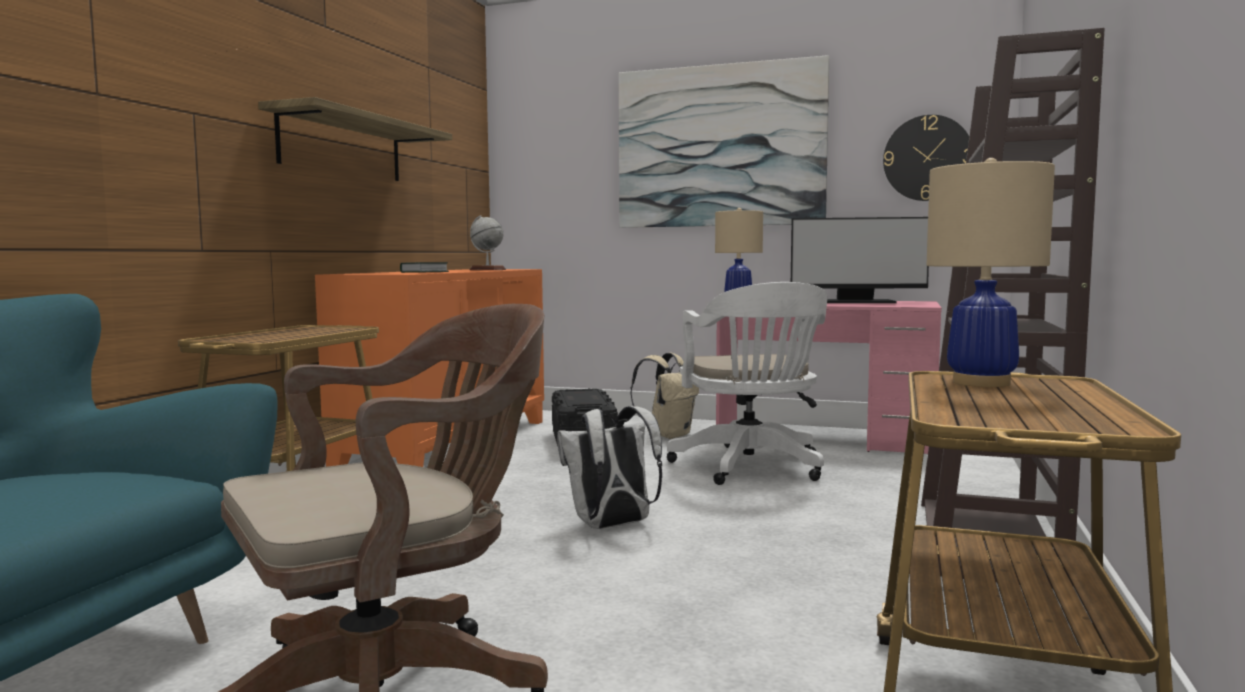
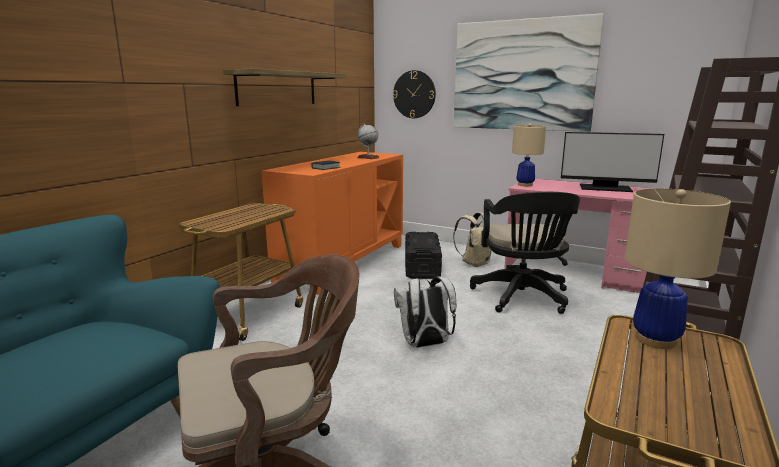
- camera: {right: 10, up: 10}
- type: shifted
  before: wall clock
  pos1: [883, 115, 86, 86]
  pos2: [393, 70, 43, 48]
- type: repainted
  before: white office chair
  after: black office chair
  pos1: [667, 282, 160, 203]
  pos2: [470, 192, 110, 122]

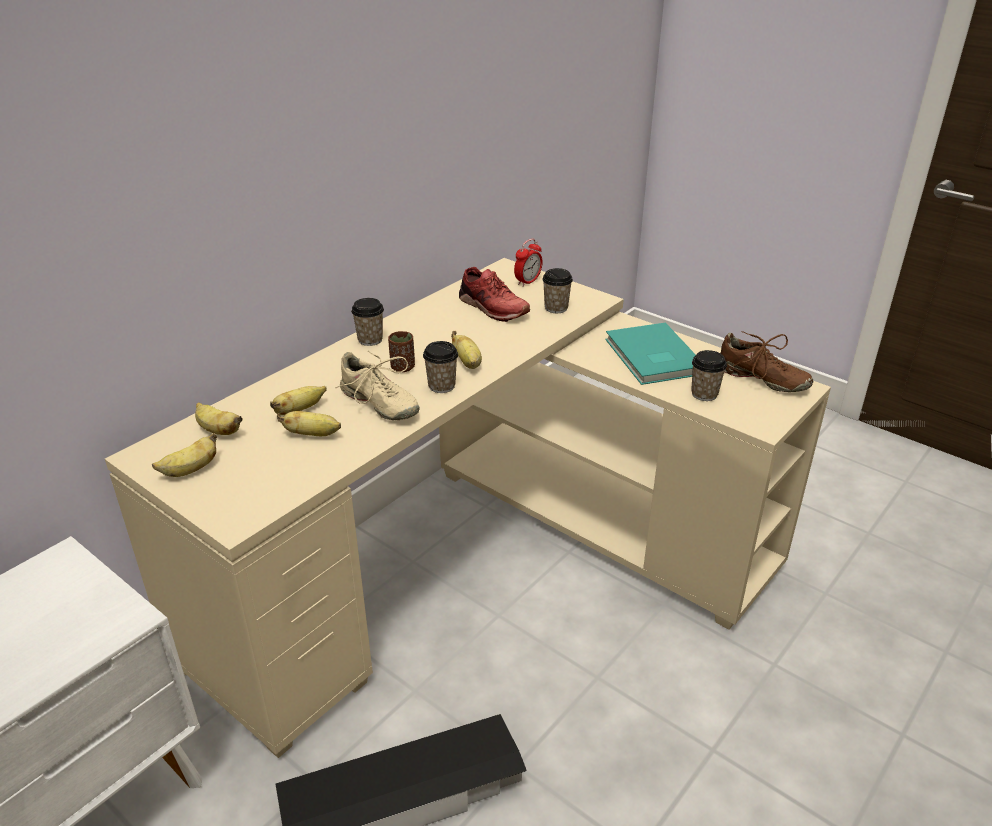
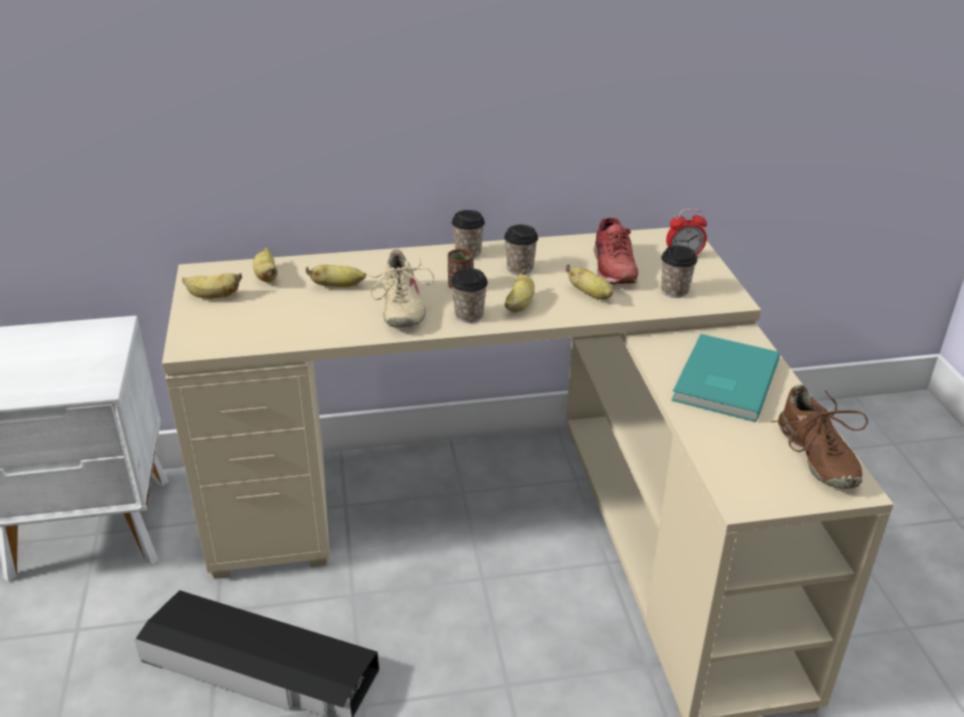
- camera: {right: 40, up: 0}
- type: shifted
  before: cup
  pos1: [691, 350, 36, 51]
  pos2: [504, 225, 34, 50]
- type: shifted
  before: banana
  pos1: [277, 411, 64, 25]
  pos2: [566, 264, 47, 36]

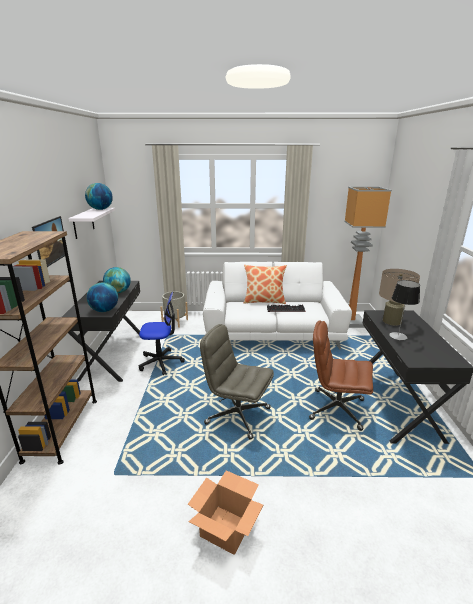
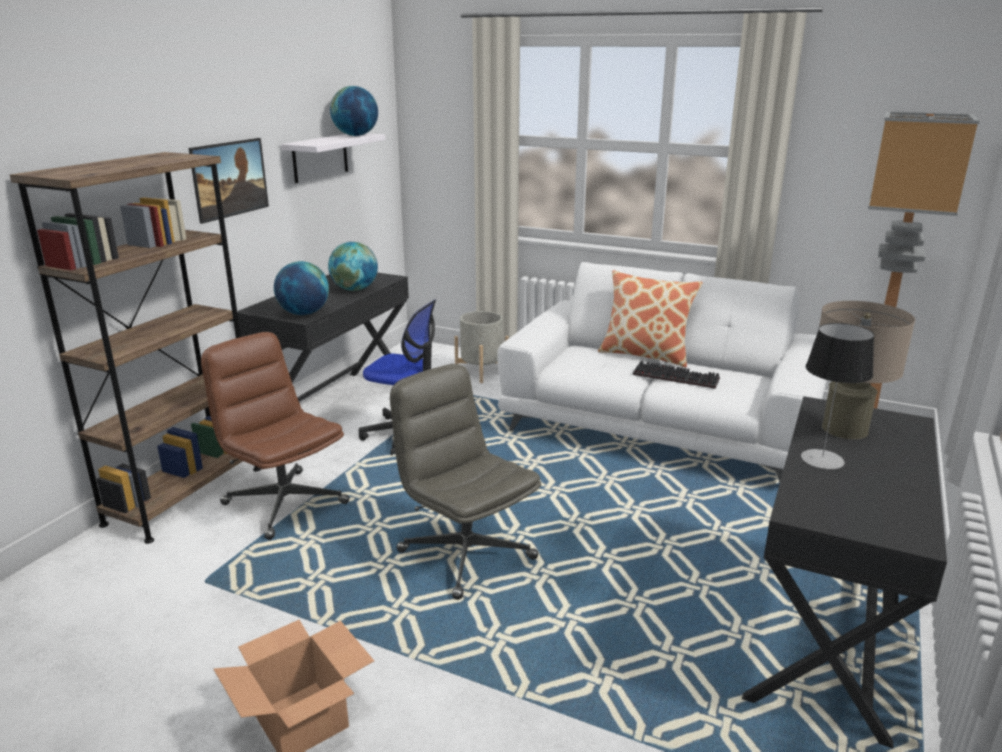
- camera: {right: 25, up: 0}
- type: shifted
  before: brown office chair
  pos1: [309, 321, 64, 110]
  pos2: [201, 332, 148, 208]

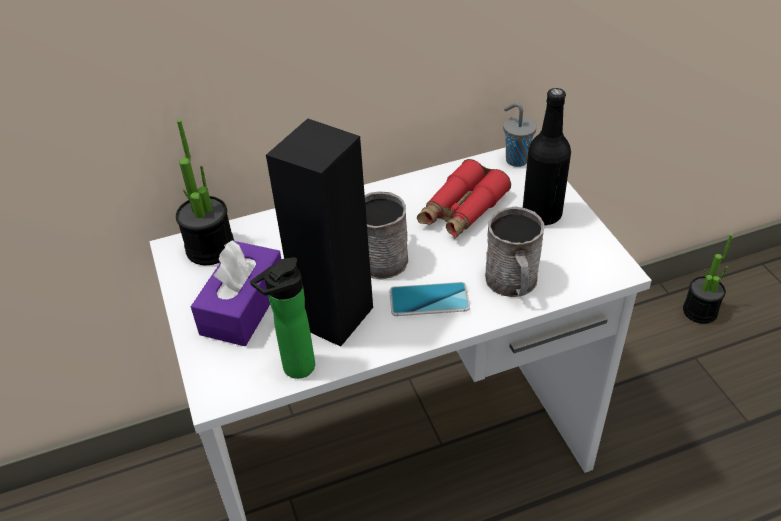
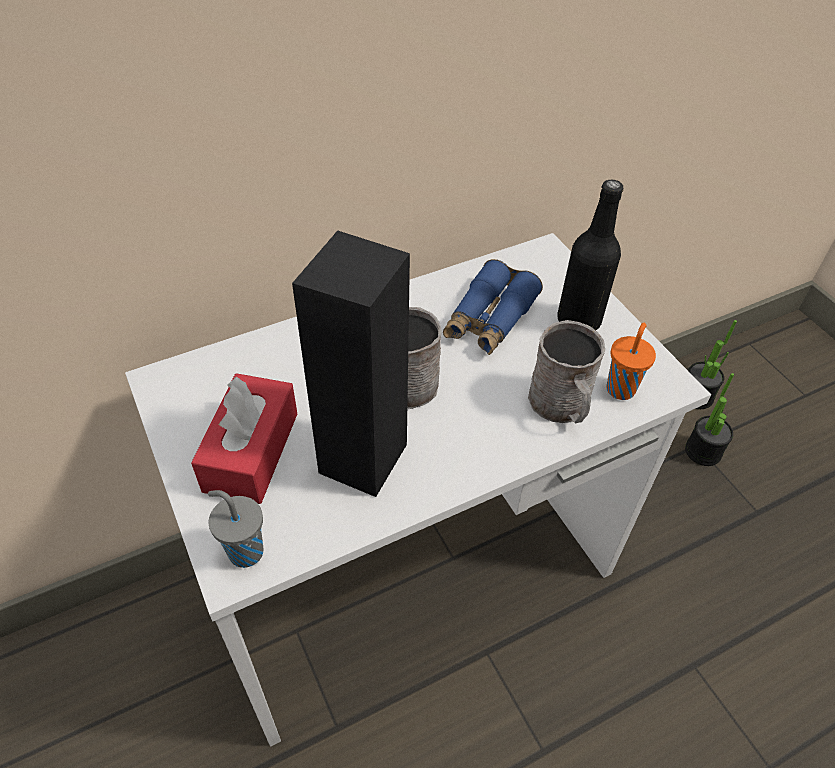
- camera: {right: -10, up: 5}
- type: shifted
  before: grey cup
  pos1: [503, 103, 34, 64]
  pos2: [208, 490, 55, 78]
- type: shifted
  before: potted plant
  pos1: [176, 120, 59, 145]
  pos2: [685, 373, 49, 93]
- type: repainted
  before: red binoculars
  after: blue binoculars
  pos1: [417, 159, 94, 79]
  pos2: [443, 259, 100, 96]
- type: repainted
  before: purple tissue box
  after: red tissue box
  pos1: [191, 240, 90, 106]
  pos2: [191, 373, 106, 131]
- type: gone
  before: bottle
  pos1: [250, 257, 65, 122]
- type: gone
  before: phone
  pos1: [389, 282, 81, 34]
- type: new
  after: orange cup
  pos2: [606, 323, 50, 77]

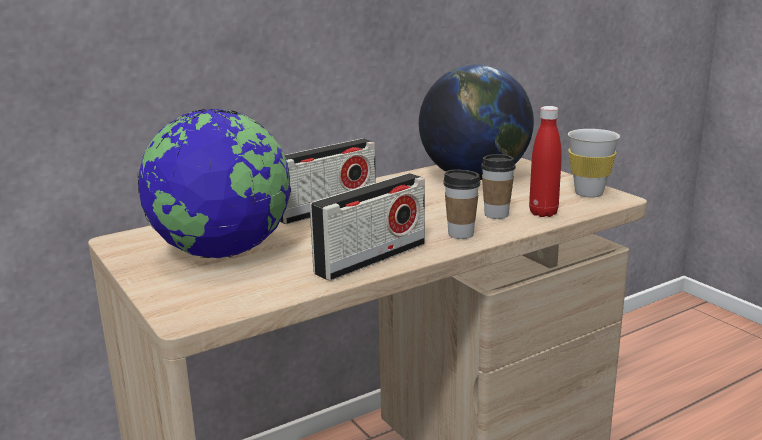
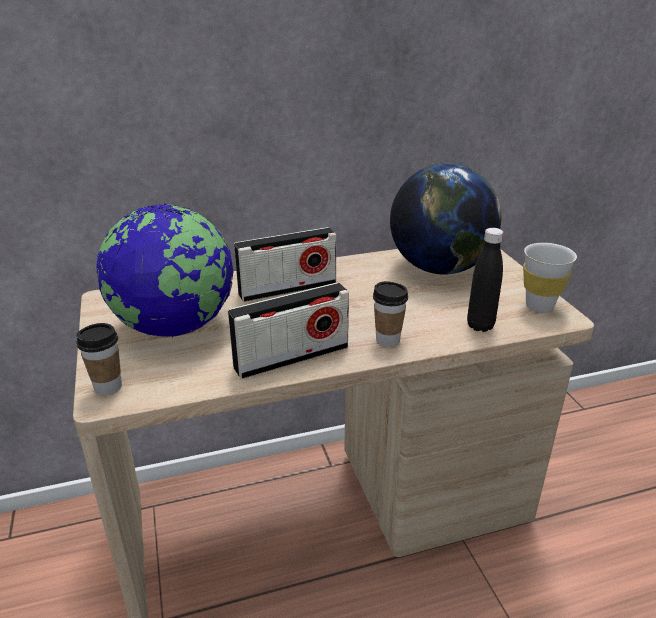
- camera: {right: 15, up: 10}
- type: repainted
  before: red bottle
  after: black bottle
  pos1: [529, 106, 33, 111]
  pos2: [467, 228, 36, 104]
- type: shifted
  before: cup
  pos1: [481, 154, 35, 65]
  pos2: [77, 323, 45, 72]

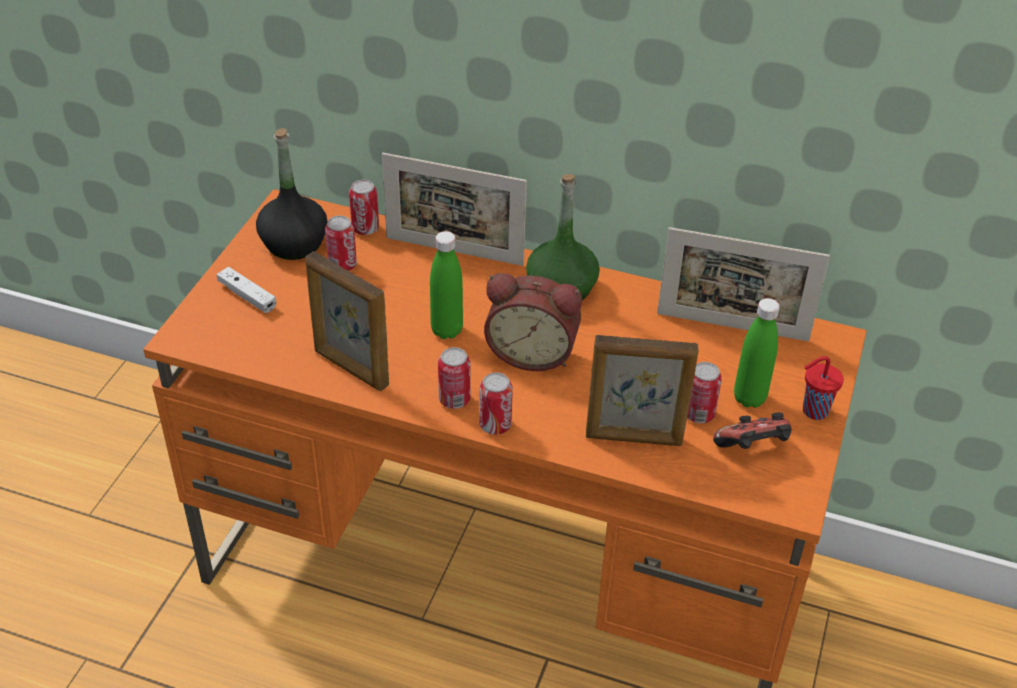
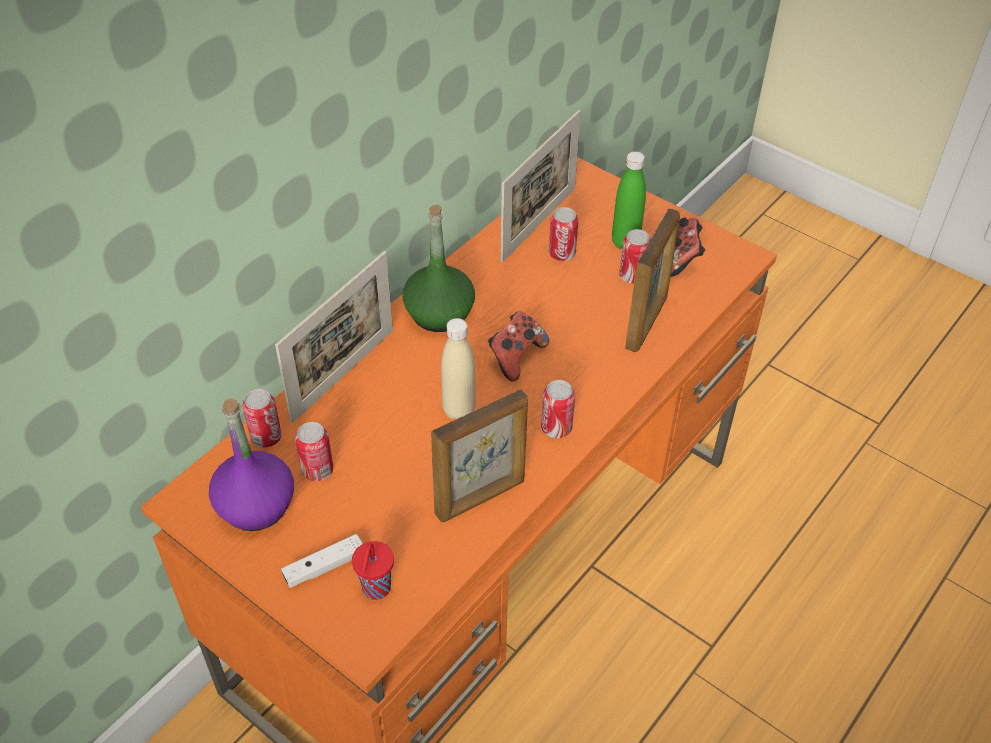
- camera: {right: -70, up: 5}
- type: repainted
  before: black bottle
  after: purple bottle
  pos1: [256, 128, 72, 132]
  pos2: [209, 398, 85, 133]
- type: repainted
  before: green bottle
  after: beige bottle
  pos1: [430, 231, 33, 108]
  pos2: [441, 318, 34, 101]
- type: swapped
  before: alarm clock
  after: game controller
  pos1: [484, 273, 98, 98]
  pos2: [488, 311, 61, 70]
- type: shifted
  before: red cup
  pos1: [803, 356, 41, 64]
  pos2: [352, 541, 42, 59]
- type: shifted
  before: can
  pos1: [479, 372, 34, 63]
  pos2: [549, 207, 29, 54]

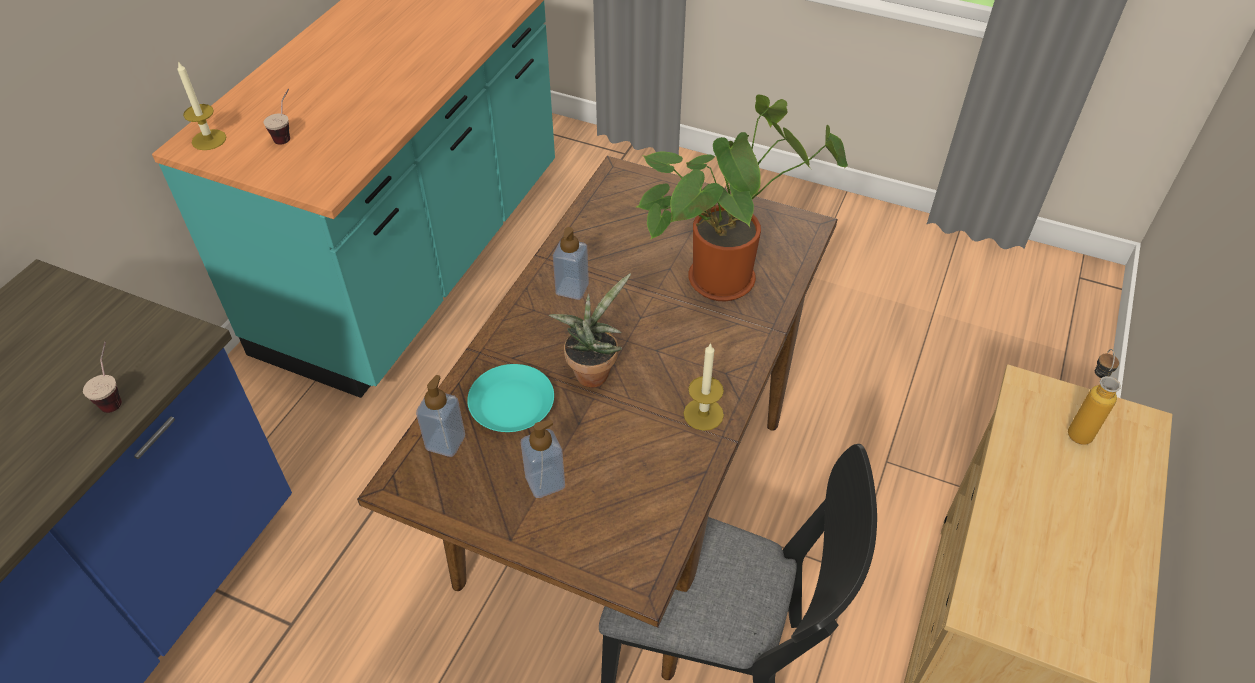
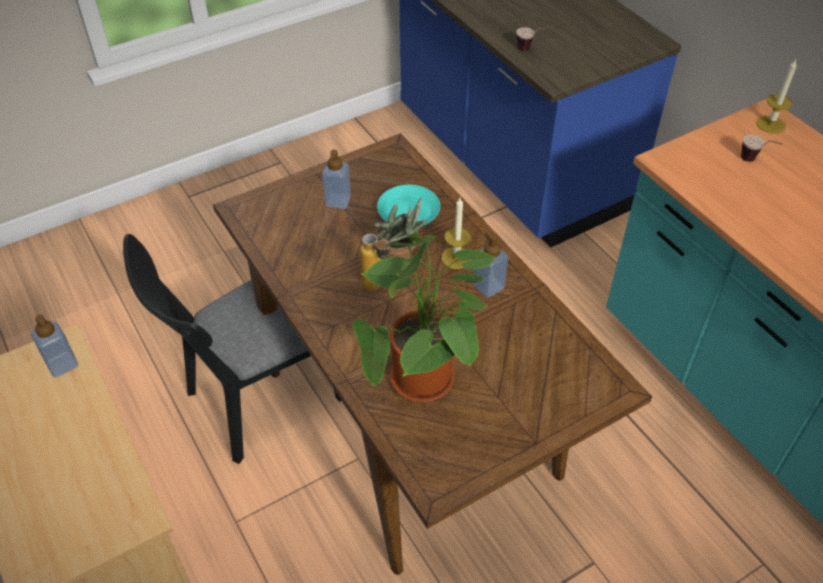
- camera: {right: 125, up: 0}
- type: shifted
  before: candle
  pos1: [684, 343, 40, 88]
  pos2: [441, 198, 30, 71]
- type: shifted
  before: bottle
  pos1: [1068, 349, 53, 96]
  pos2: [360, 234, 31, 57]
- type: shifted
  before: soap dispenser
  pos1: [416, 375, 49, 82]
  pos2: [31, 315, 47, 63]

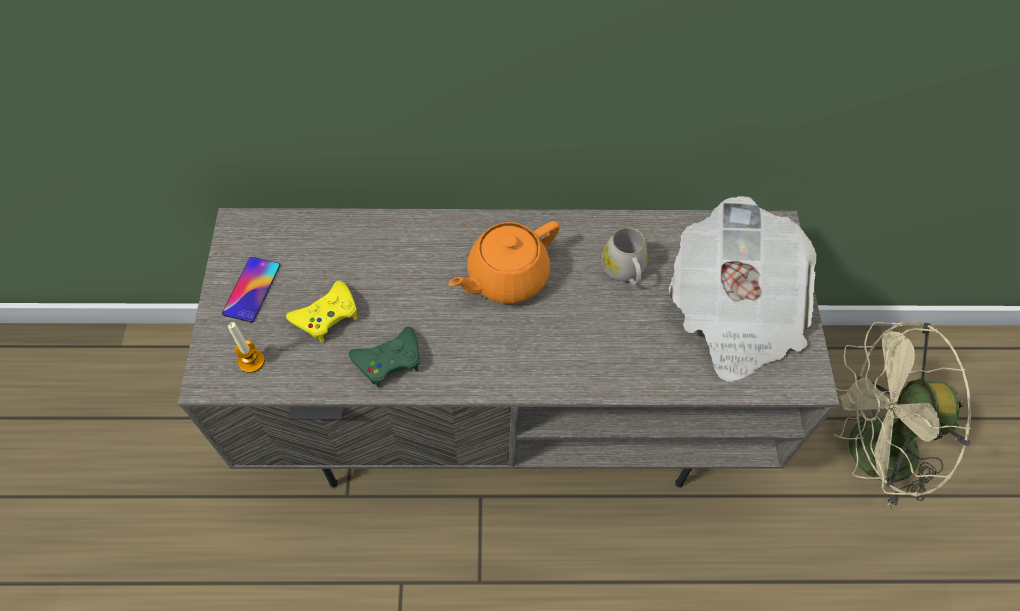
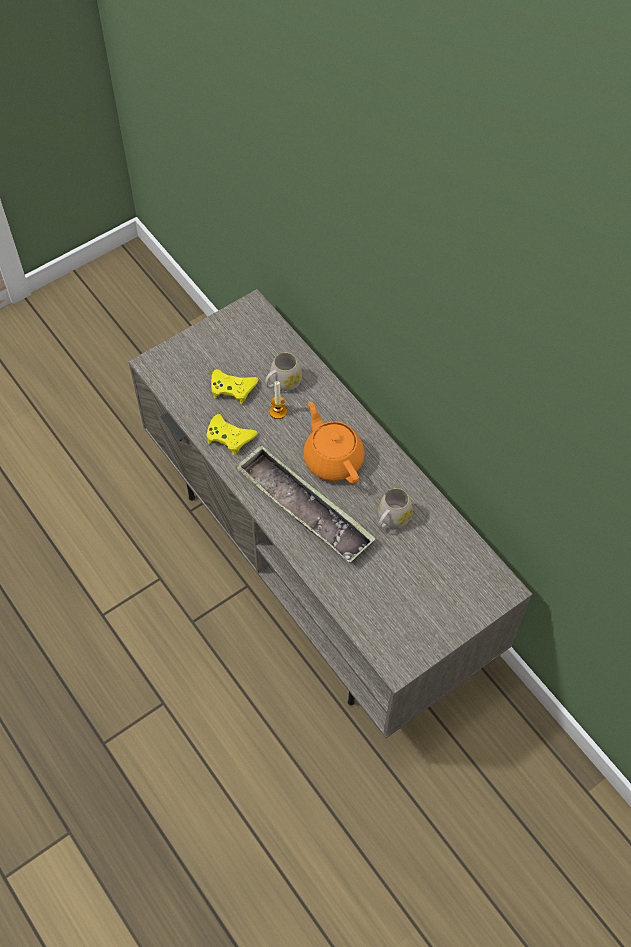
- camera: {right: 55, up: 0}
- type: gone
  before: newspaper
  pos1: [669, 196, 148, 186]
- type: rotated
  before: orange teapot
  pos1: [449, 221, 111, 82]
  pos2: [303, 401, 62, 83]
  turn: 45
- type: gone
  before: phone
  pos1: [222, 257, 58, 65]
- type: gone
  before: beige fan
  pos1: [834, 321, 137, 188]
- type: shifted
  before: candle
  pos1: [228, 322, 37, 51]
  pos2: [269, 381, 18, 38]
- type: repainted
  before: green game controller
  after: yellow game controller
  pos1: [349, 326, 71, 62]
  pos2: [207, 414, 50, 41]
- type: new
  after: white mug
  pos2: [265, 352, 37, 39]
- type: new
  after: tray
  pos2: [235, 445, 141, 118]

